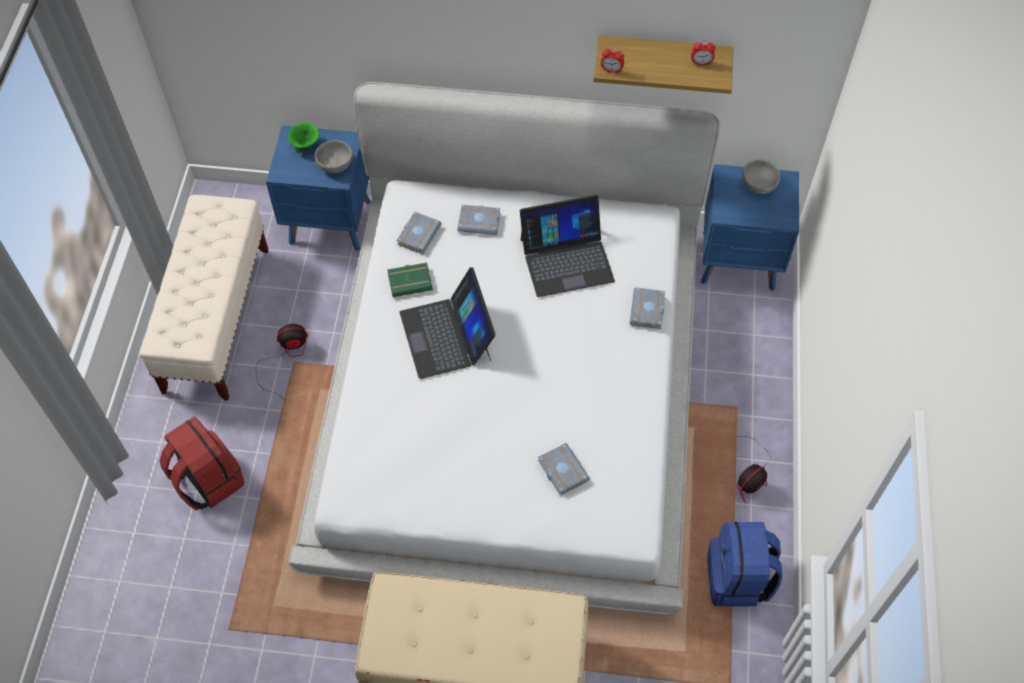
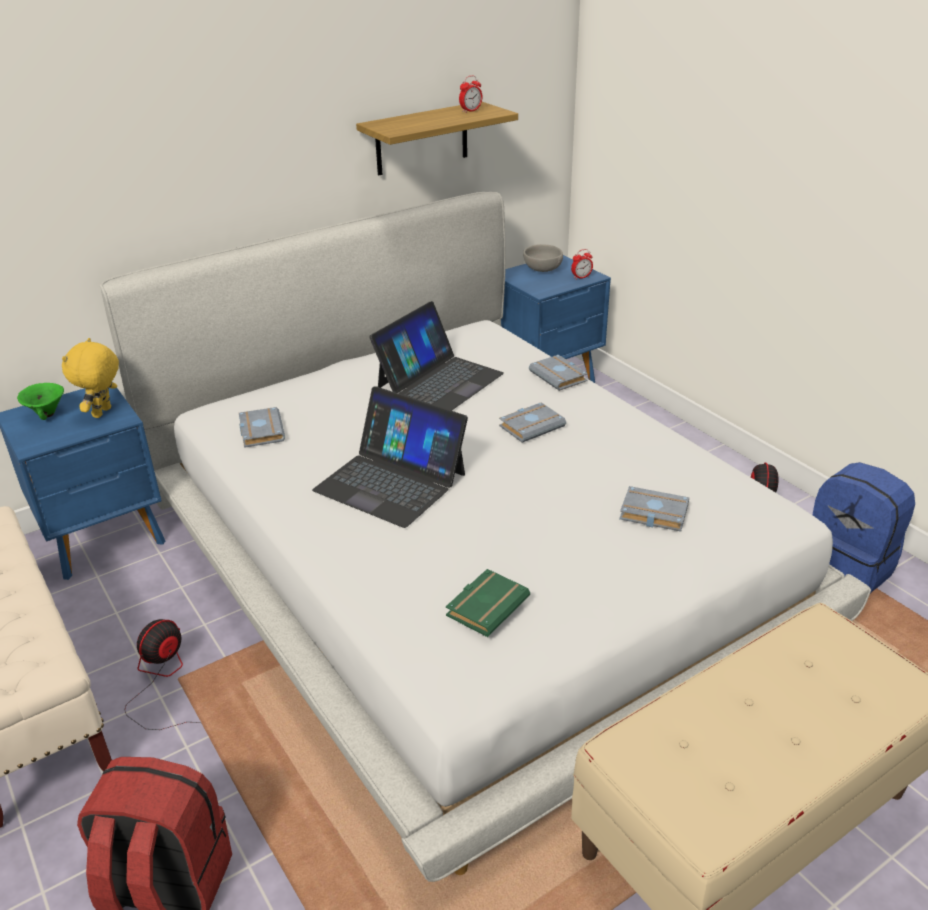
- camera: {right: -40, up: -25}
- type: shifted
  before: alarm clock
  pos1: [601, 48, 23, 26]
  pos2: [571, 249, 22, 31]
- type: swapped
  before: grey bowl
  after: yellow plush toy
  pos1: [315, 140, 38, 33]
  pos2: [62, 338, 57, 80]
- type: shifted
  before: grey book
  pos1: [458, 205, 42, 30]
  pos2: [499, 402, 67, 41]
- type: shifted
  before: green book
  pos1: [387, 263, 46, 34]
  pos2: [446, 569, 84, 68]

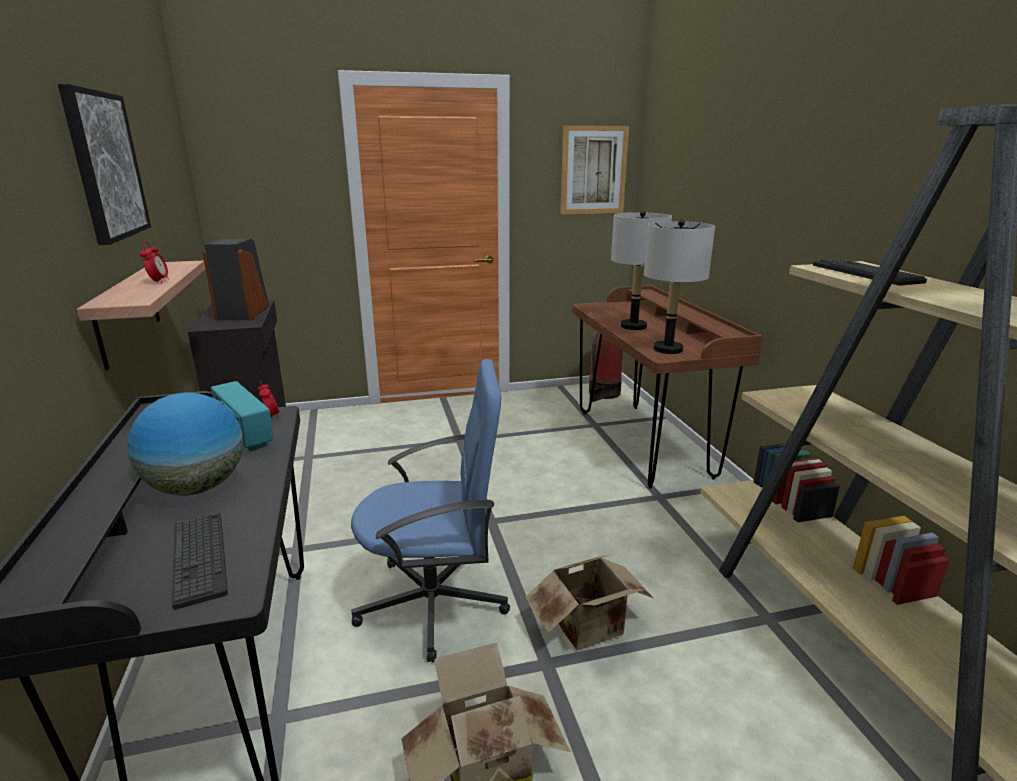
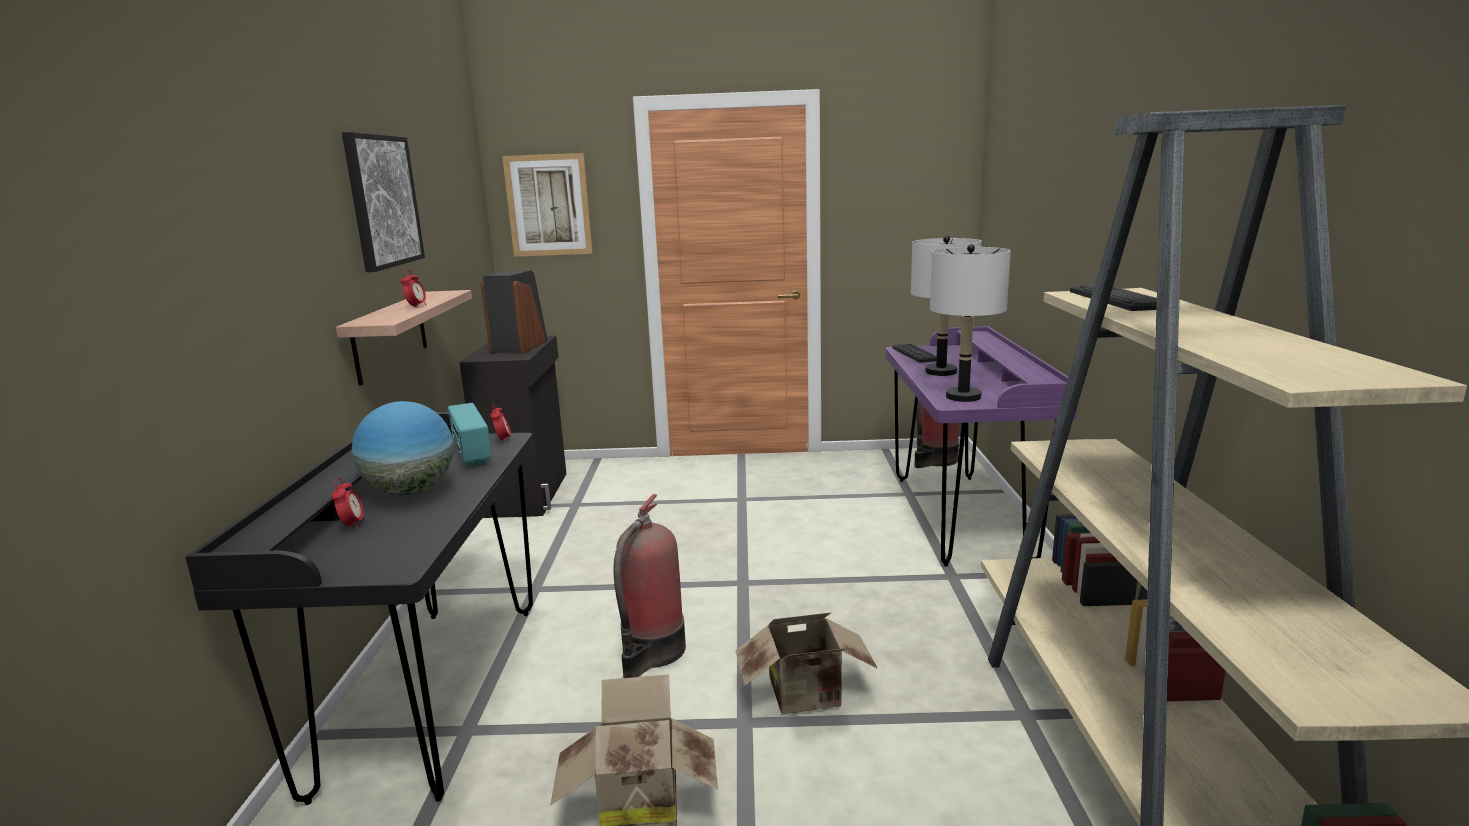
- camera: {right: 15, up: -5}
- type: shifted
  before: picture
  pos1: [560, 125, 69, 89]
  pos2: [502, 153, 91, 104]
- type: repainted
  before: brown desk
  after: purple desk
  pos1: [572, 285, 191, 204]
  pos2: [886, 326, 191, 241]
- type: swapped
  before: blue office chair
  after: fire extinguisher
  pos1: [351, 359, 159, 304]
  pos2: [613, 494, 73, 184]
- type: shifted
  before: keyboard
  pos1: [172, 512, 56, 98]
  pos2: [892, 343, 45, 20]
- type: new
  after: alarm clock
  pos2: [331, 478, 33, 51]

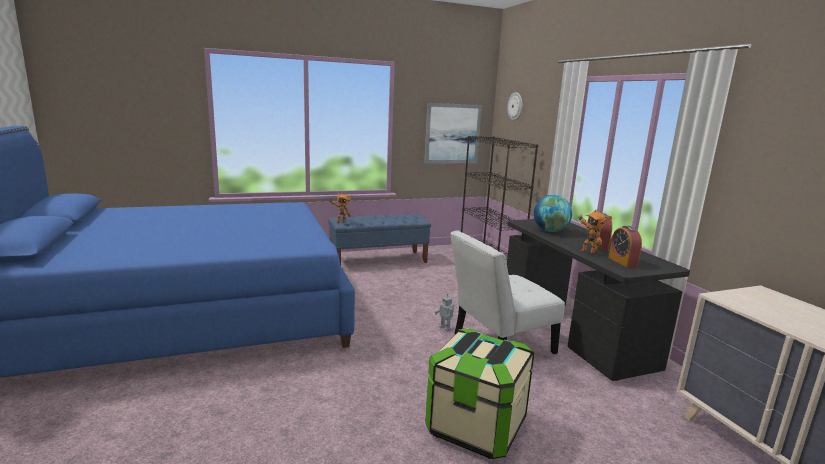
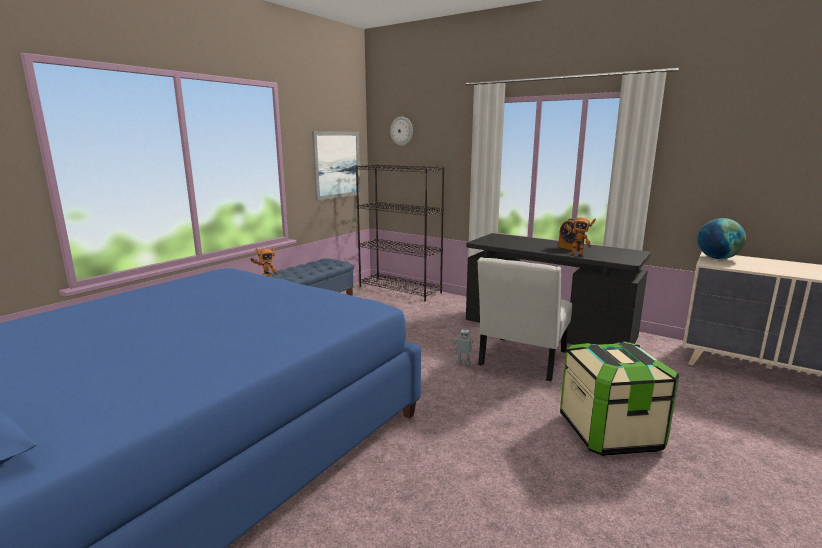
- camera: {right: -35, up: 0}
- type: shifted
  before: globe
  pos1: [533, 195, 39, 37]
  pos2: [697, 218, 49, 41]
- type: gone
  before: alarm clock
  pos1: [608, 226, 34, 41]

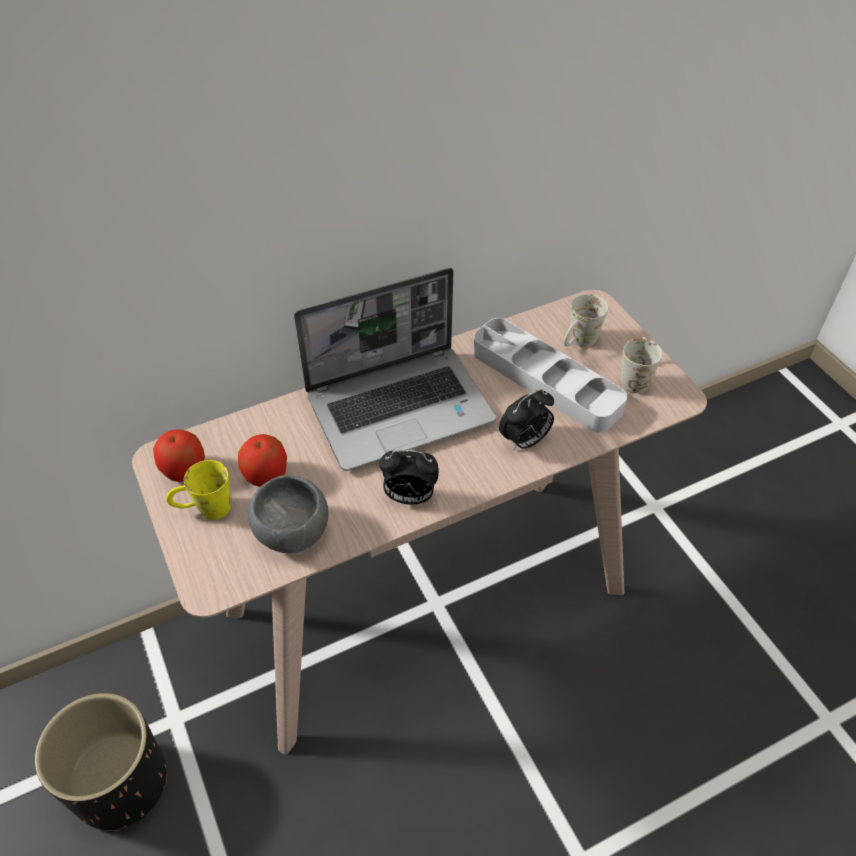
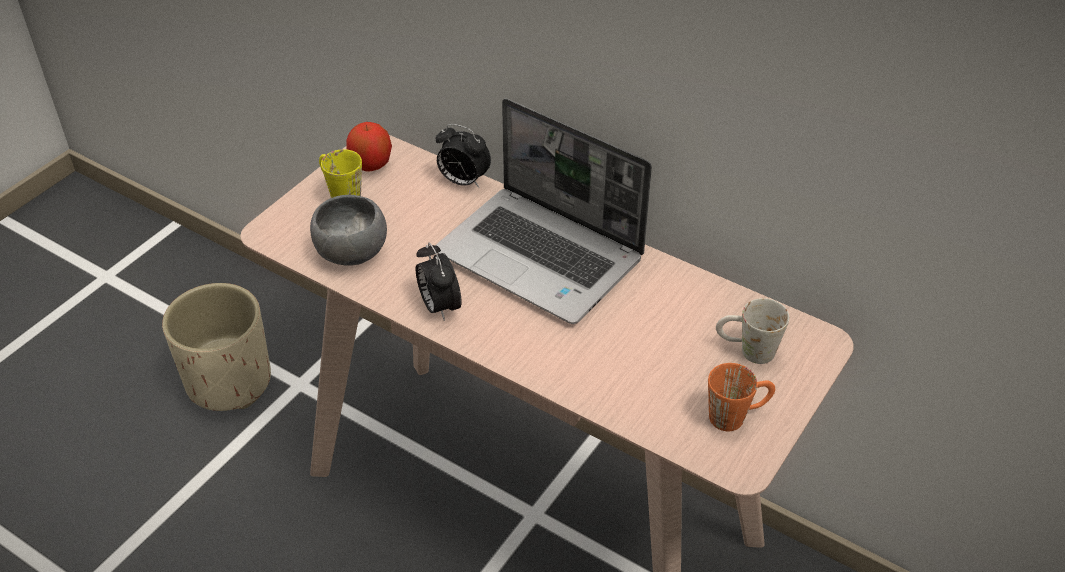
- camera: {right: 60, up: -5}
- type: gone
  before: grey tray
  pos1: [473, 318, 154, 114]
- type: repainted
  before: white mug
  after: orange mug
  pos1: [621, 337, 41, 56]
  pos2: [708, 363, 67, 68]
- type: shifted
  before: alarm clock
  pos1: [499, 389, 55, 62]
  pos2: [436, 124, 55, 64]
- type: gone
  before: apple
  pos1: [238, 434, 49, 53]
- type: repainted
  before: black planter
  after: beige planter
  pos1: [35, 693, 132, 138]
  pos2: [162, 283, 109, 128]

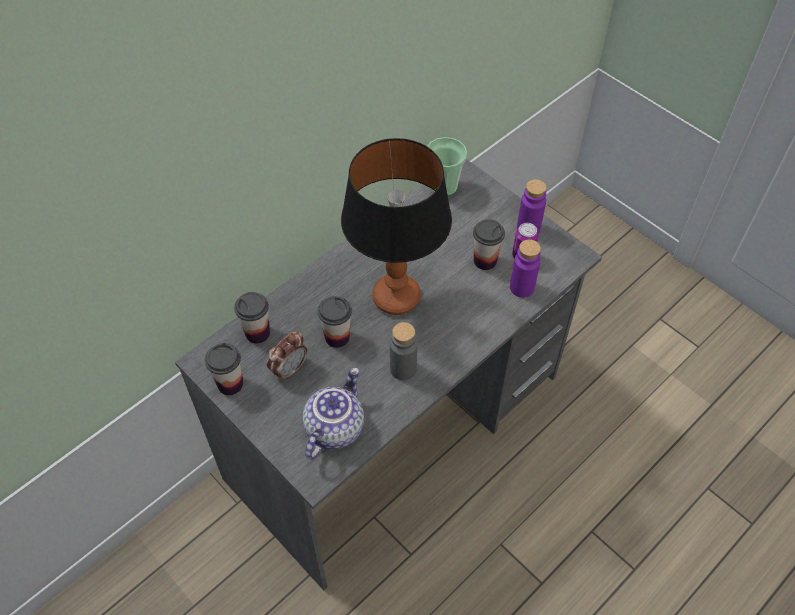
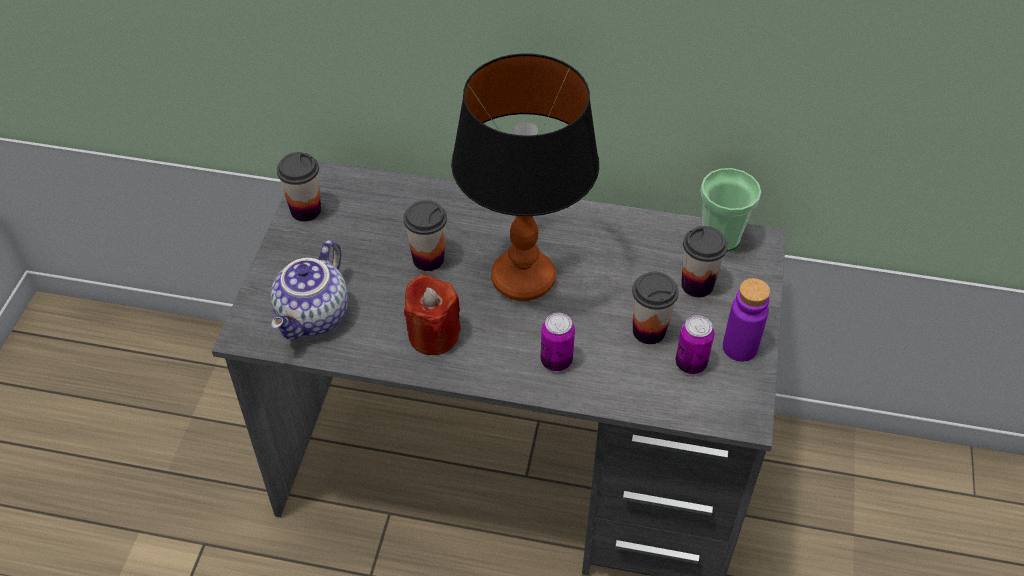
- camera: {right: 55, up: -5}
- type: gone
  before: purple bottle
  pos1: [510, 239, 31, 59]
- type: shifted
  before: cup
  pos1: [234, 292, 36, 52]
  pos2: [681, 226, 47, 71]
- type: swapped
  before: grey bottle
  after: red candle
  pos1: [390, 322, 27, 58]
  pos2: [404, 274, 57, 81]
- type: gone
  before: alarm clock
  pos1: [267, 331, 40, 50]
- type: rotated
  before: teapot
  pos1: [303, 367, 61, 93]
  pos2: [271, 240, 77, 99]
  turn: 120
- type: new
  after: can
  pos2: [541, 313, 34, 58]

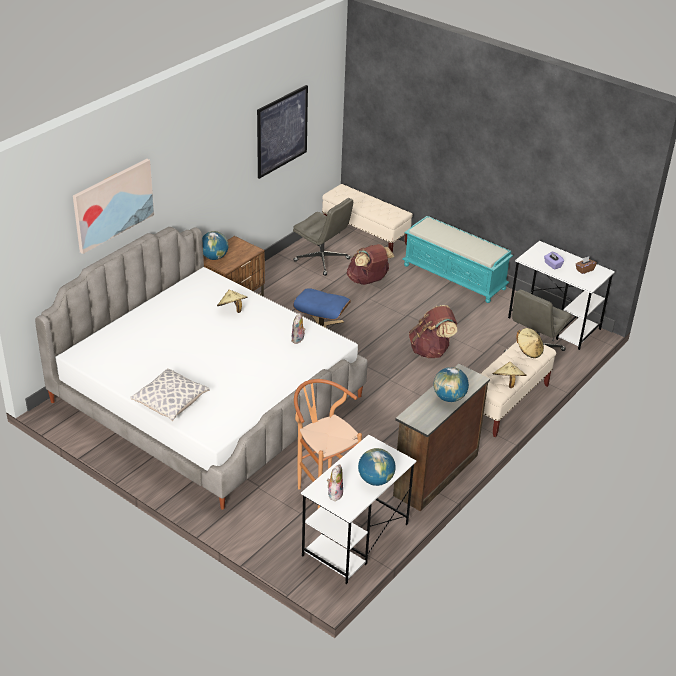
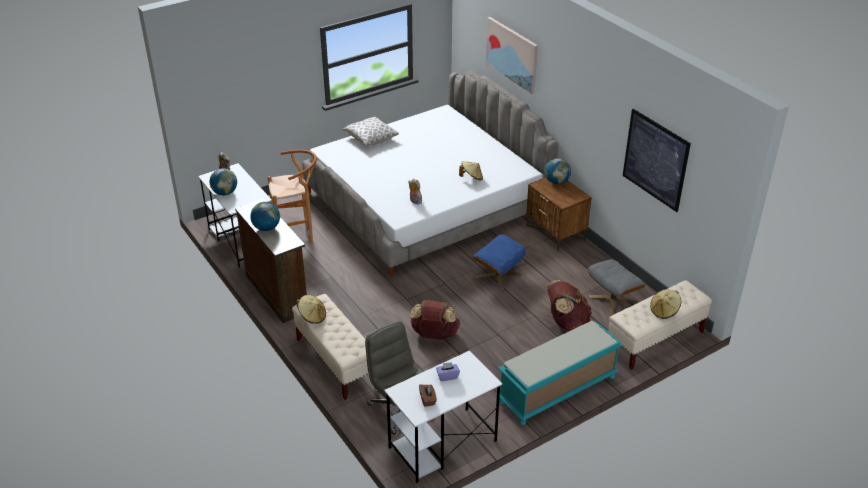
- camera: {right: 110, up: 0}
- type: swapped
  before: grey office chair
  after: grey ottoman
  pos1: [293, 198, 60, 78]
  pos2: [588, 259, 57, 56]
- type: shifted
  before: beige hat
  pos1: [516, 328, 28, 30]
  pos2: [650, 289, 31, 30]

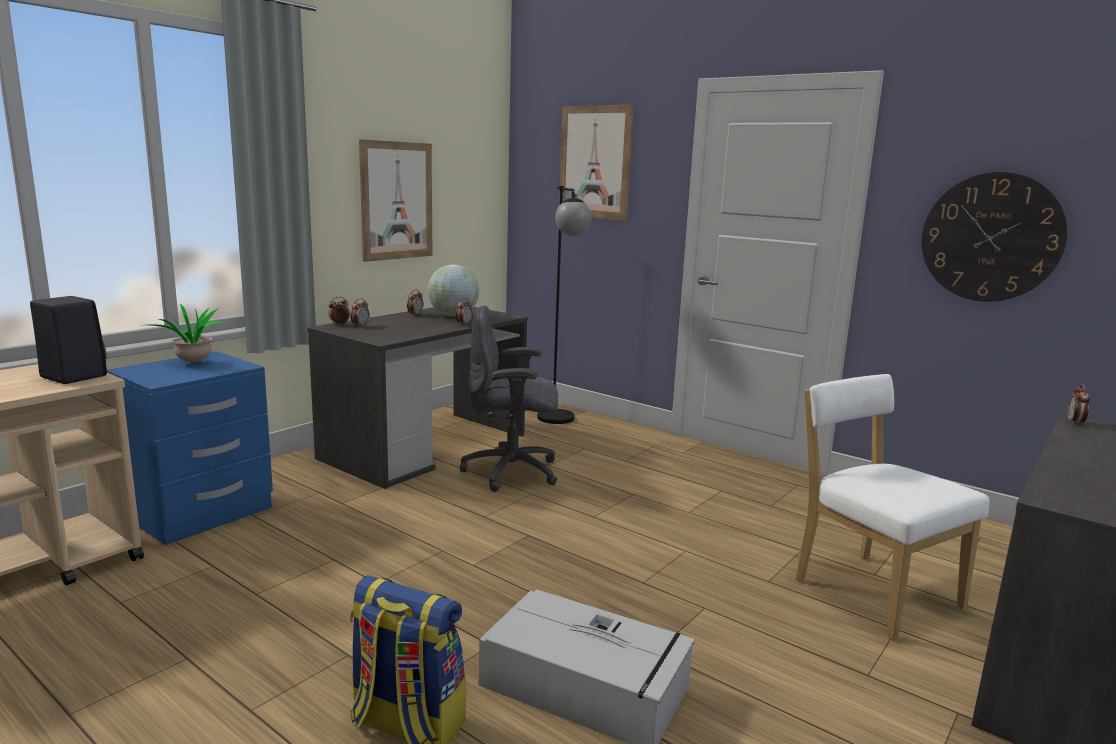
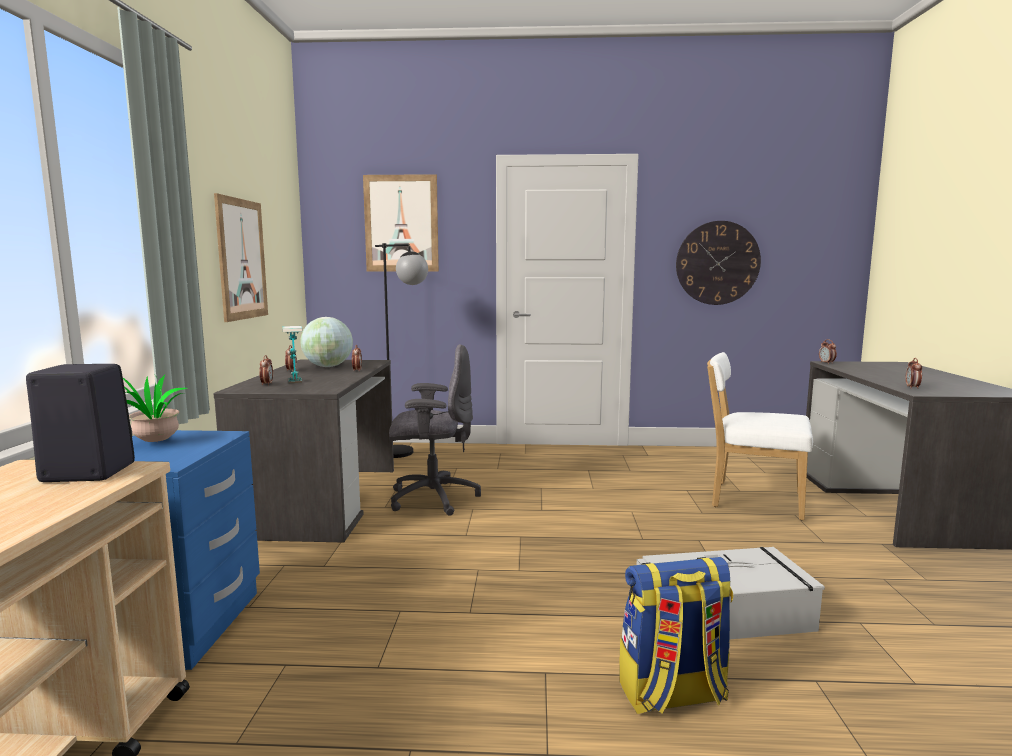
- camera: {right: -35, up: -5}
- type: shifted
  before: alarm clock
  pos1: [329, 297, 21, 28]
  pos2: [906, 358, 16, 31]
- type: rotated
  before: grey office chair
  pos1: [460, 306, 98, 186]
  pos2: [389, 344, 92, 172]
  turn: -150
- type: new
  after: table lamp
  pos2: [282, 326, 20, 57]

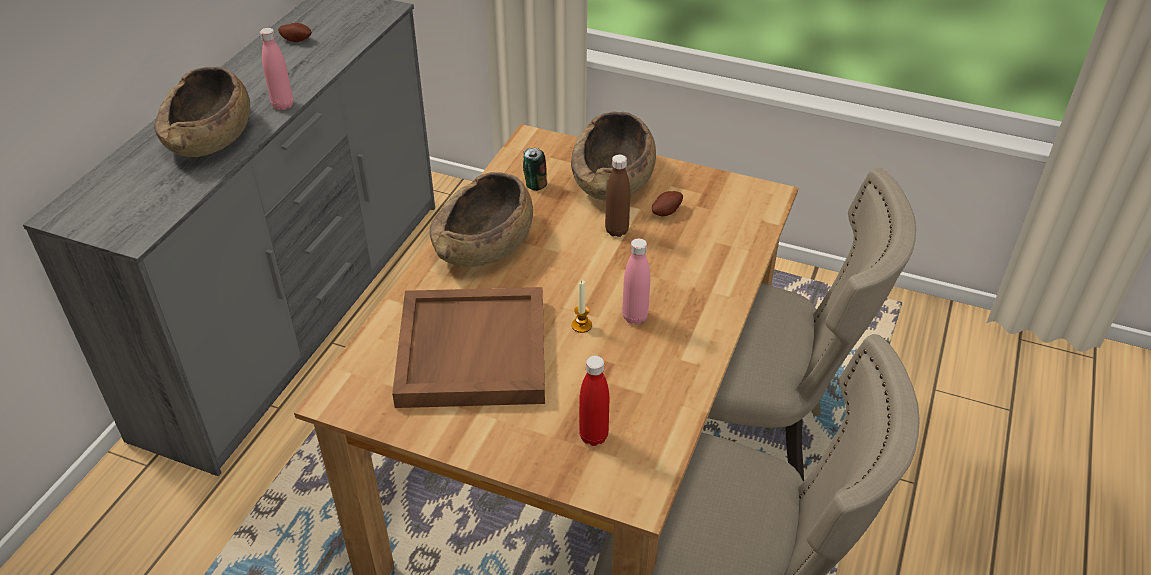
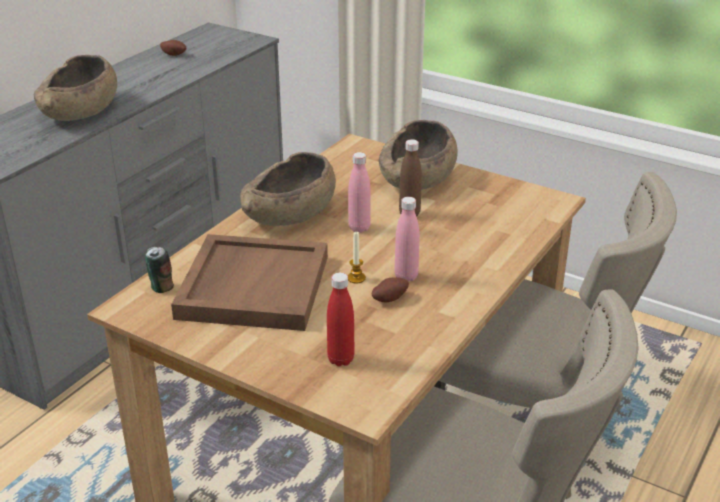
- camera: {right: 10, up: -10}
- type: shifted
  before: pink bottle
  pos1: [260, 28, 33, 82]
  pos2: [348, 152, 23, 81]
- type: shifted
  before: can
  pos1: [523, 148, 24, 43]
  pos2: [145, 247, 29, 46]
- type: shifted
  before: potato
  pos1: [652, 191, 31, 25]
  pos2: [372, 277, 37, 25]

